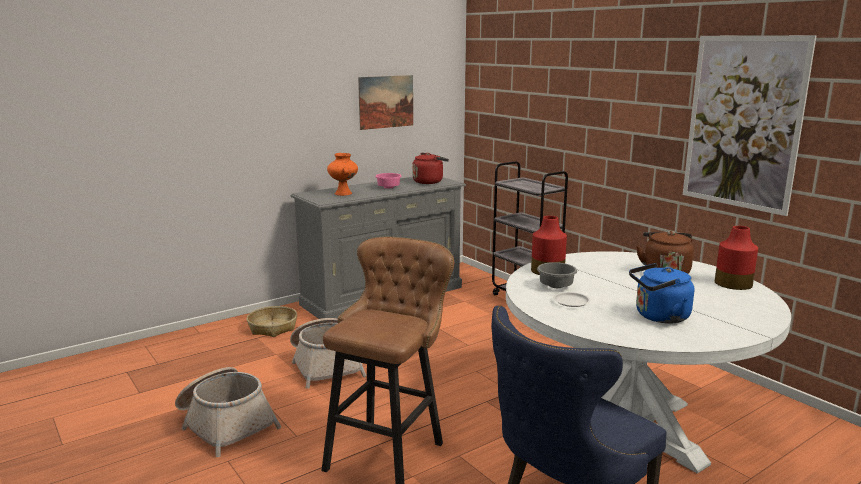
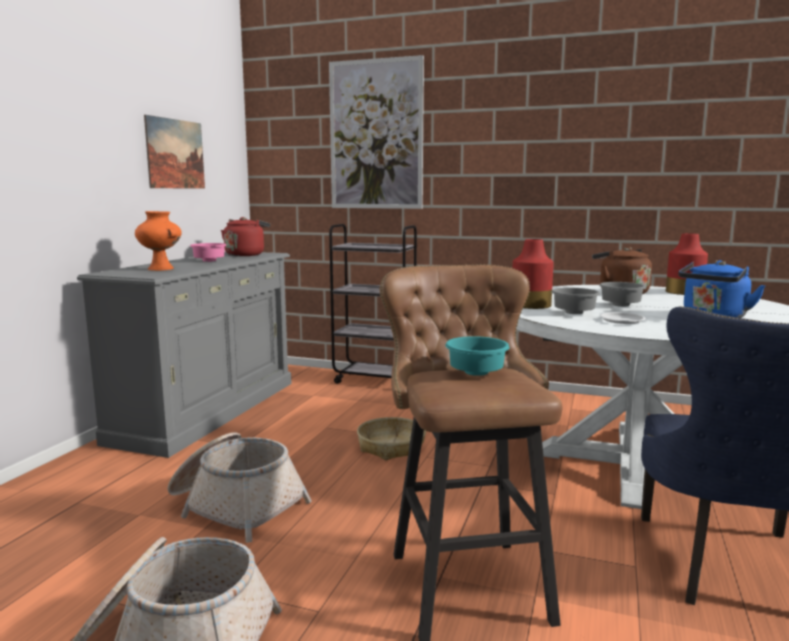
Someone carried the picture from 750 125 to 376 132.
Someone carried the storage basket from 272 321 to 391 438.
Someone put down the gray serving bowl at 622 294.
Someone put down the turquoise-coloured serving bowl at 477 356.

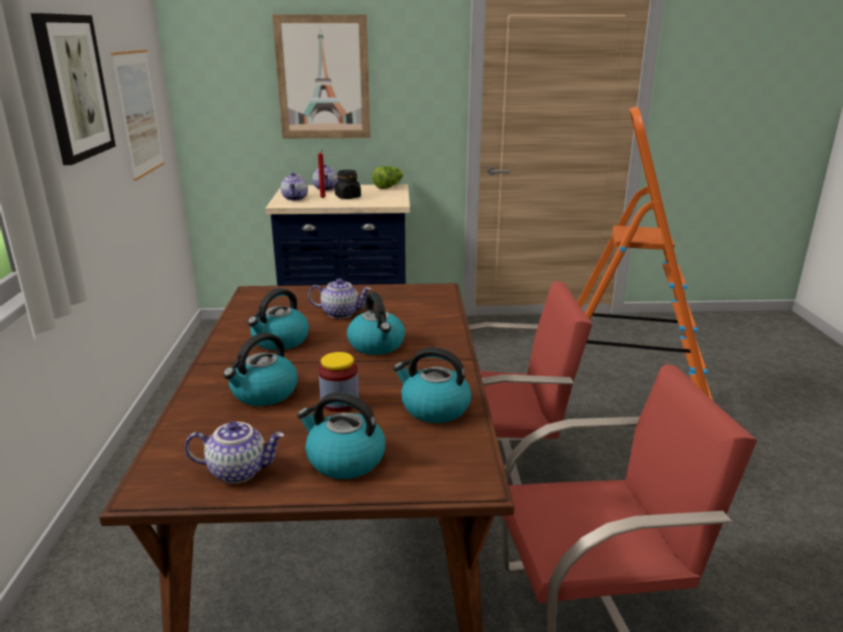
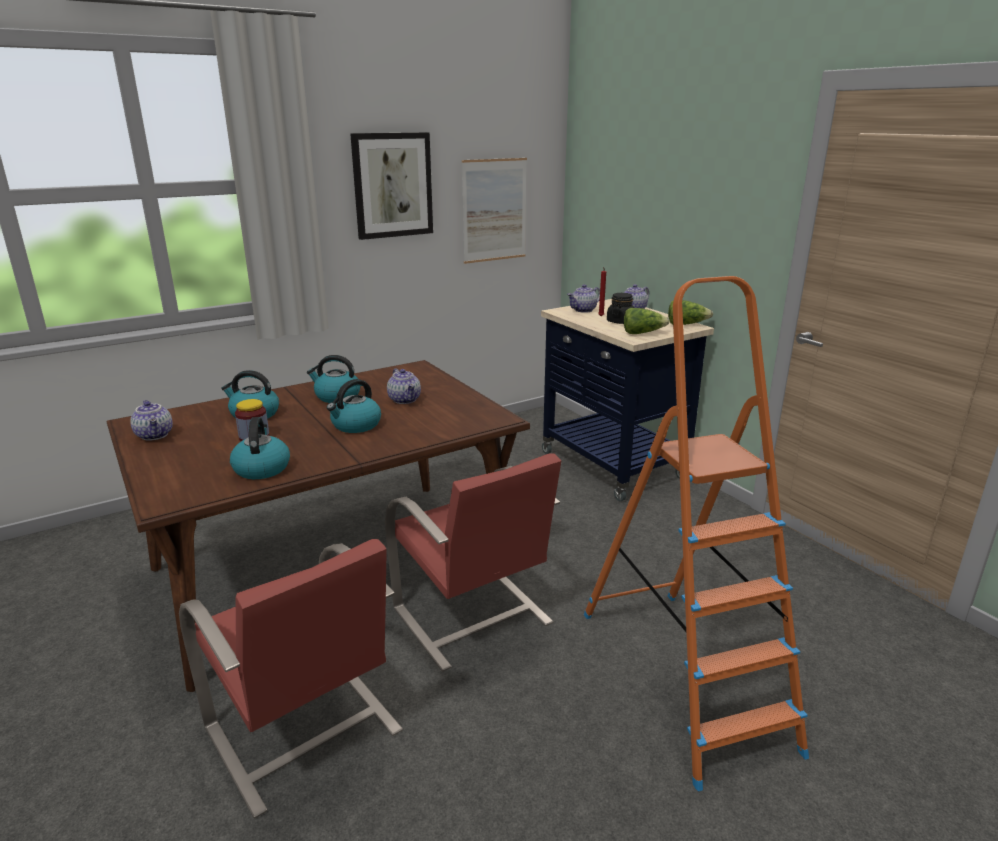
Someone took away the picture at 321 76.
Someone took away the tea kettle at 341 435.
Someone put down the head of lettuce at 647 321.

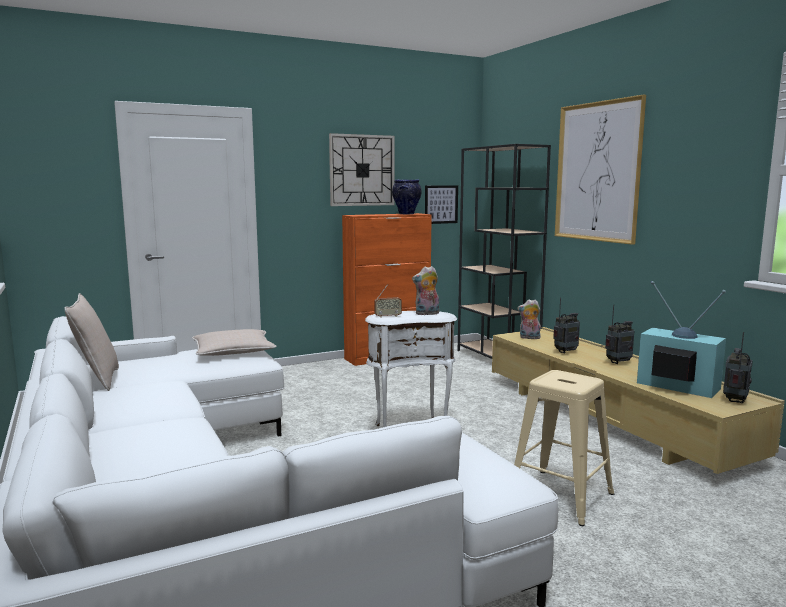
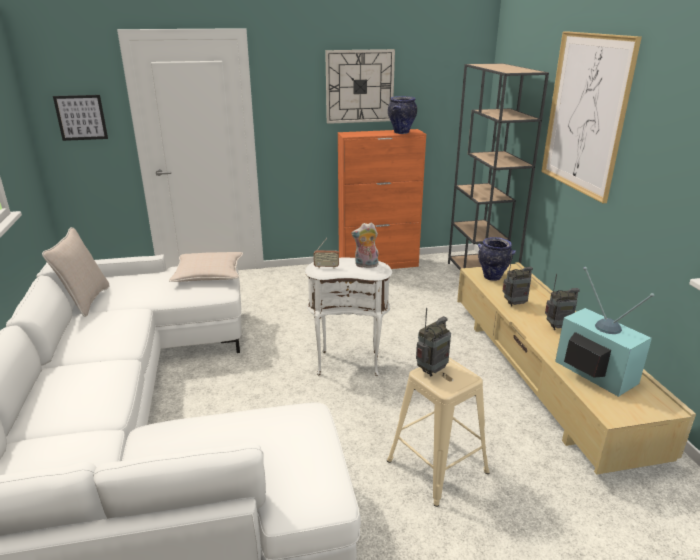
Someone carried the picture from 441 205 to 80 118.
Someone swapped the plush toy at 529 319 for the flower vase at 497 259.
Someone carried the radio receiver from 738 367 to 433 342.

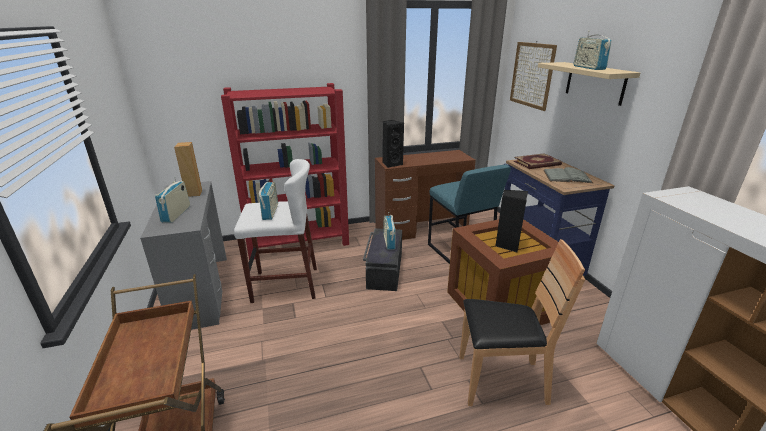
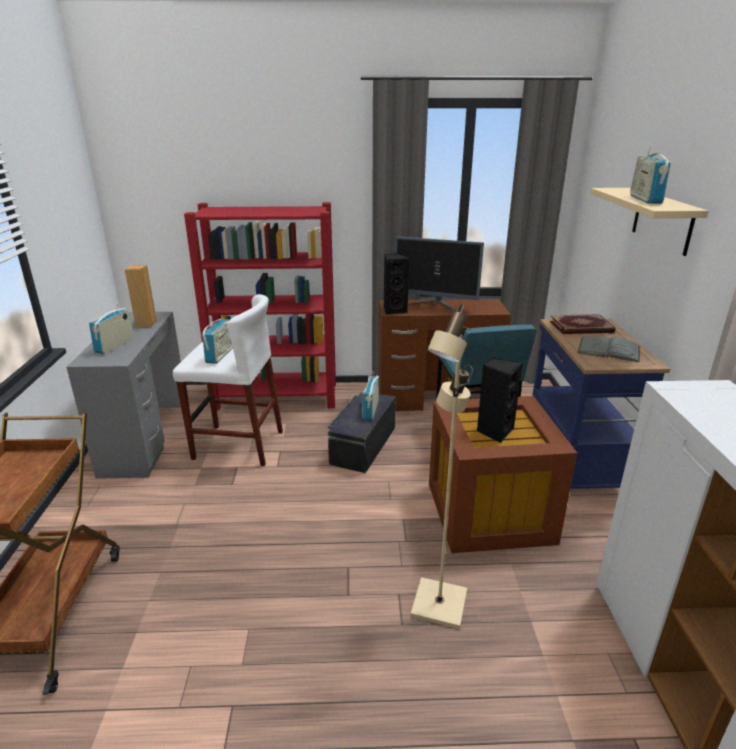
Someone took away the picture at 533 76.
Someone swapped the brown-coloured chair at 522 322 for the sand-coloured standard lamp at 441 466.
Someone put down the monitor at 439 274.

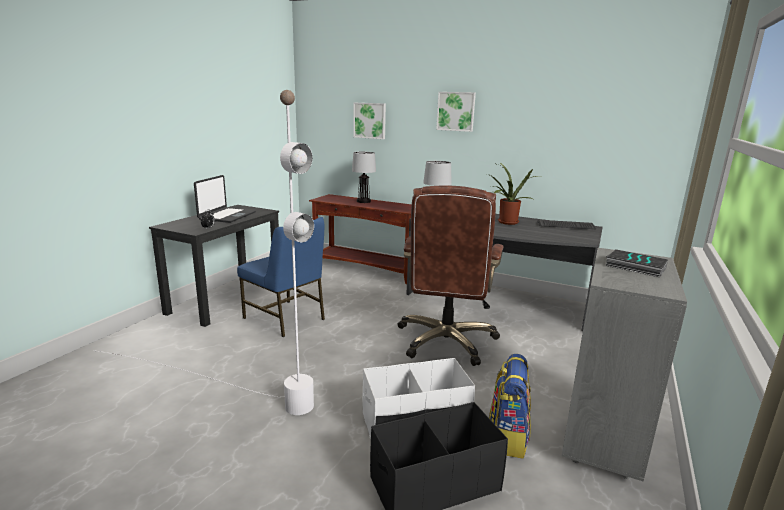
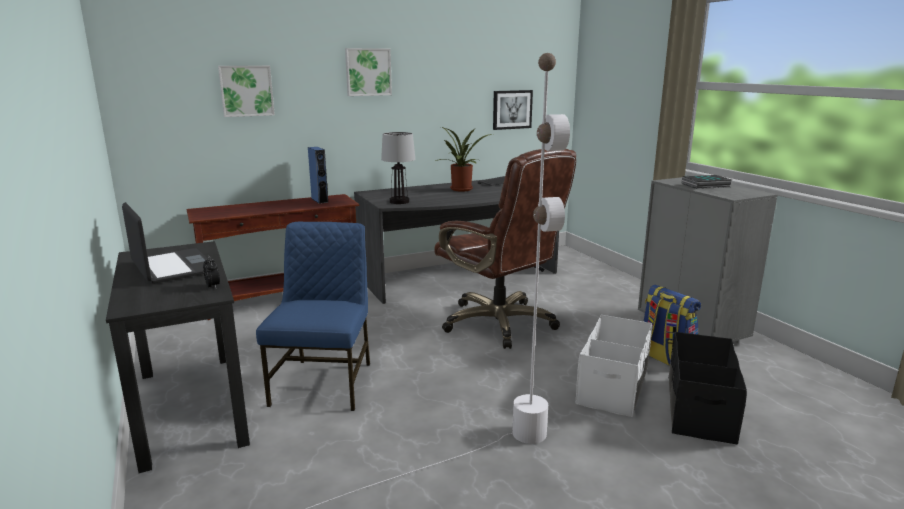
Someone took away the tabletop lamp at 364 177.
Someone rotated the bluish chair at 281 277 by 75 degrees counterclockwise.
Someone put up the picture at 513 110.
Someone put down the bluish speaker at 318 175.

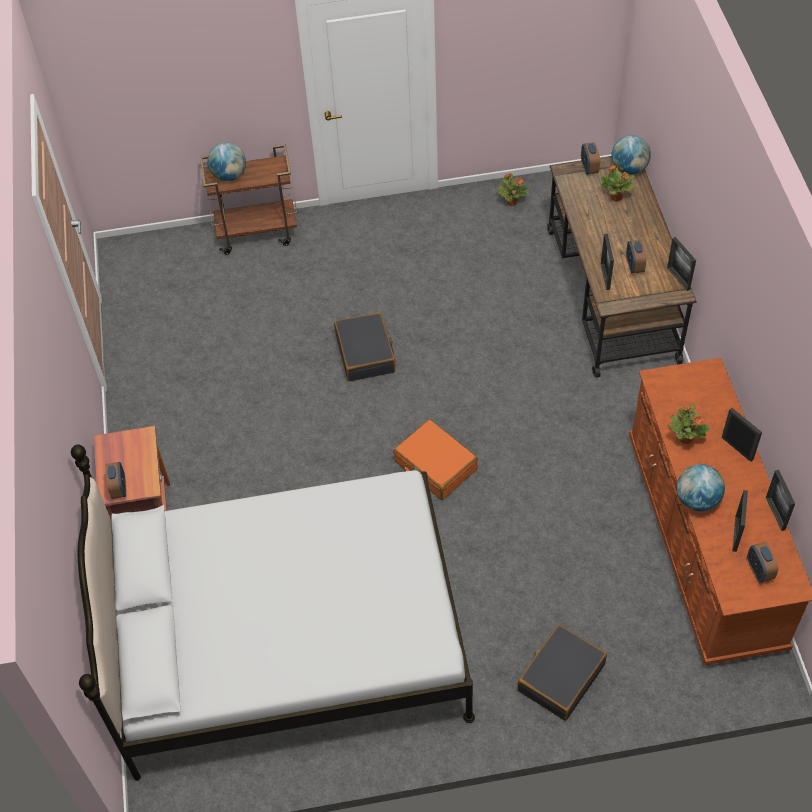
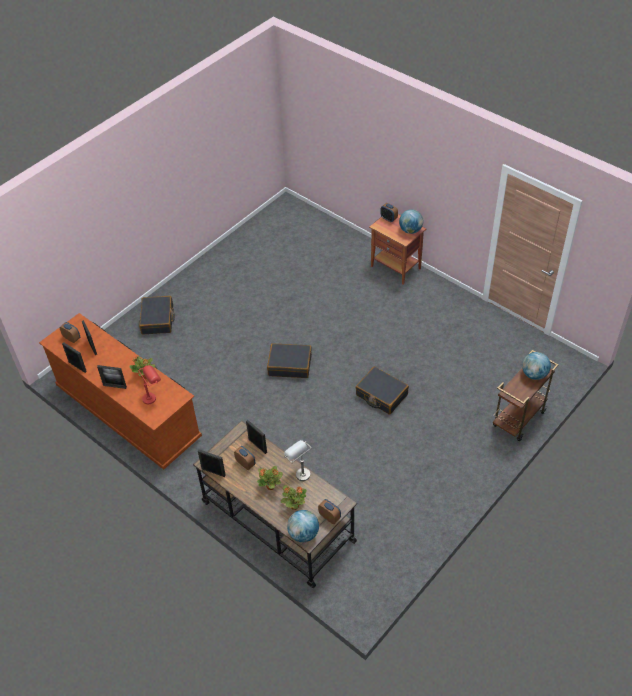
Someone carried the plant in a pot from 512 189 to 270 478.
Someone repainted the orange-coloured suitcase at 435 459, which became the black suitcase at 289 361.
Someone took away the white bedroom bed at 273 613.
Someone carried the globe from 701 487 to 411 221.
Someone put down the reddish tabletop lamp at 149 384.
Someone put down the gray tabletop lamp at 297 460.

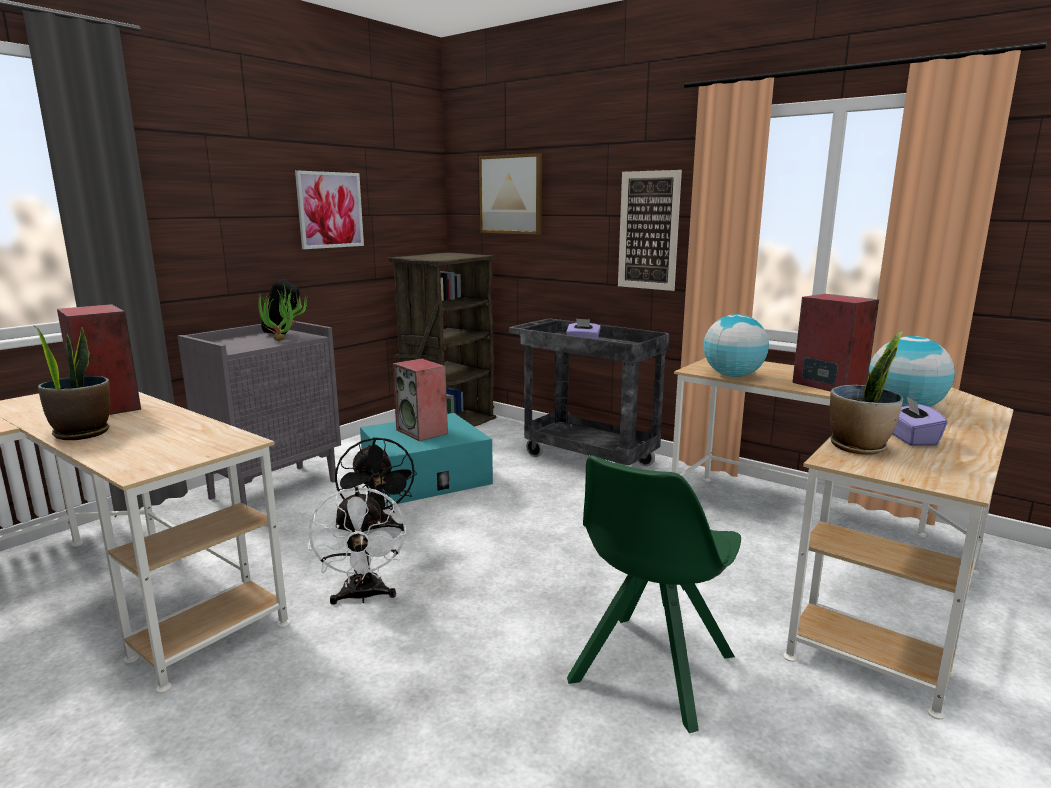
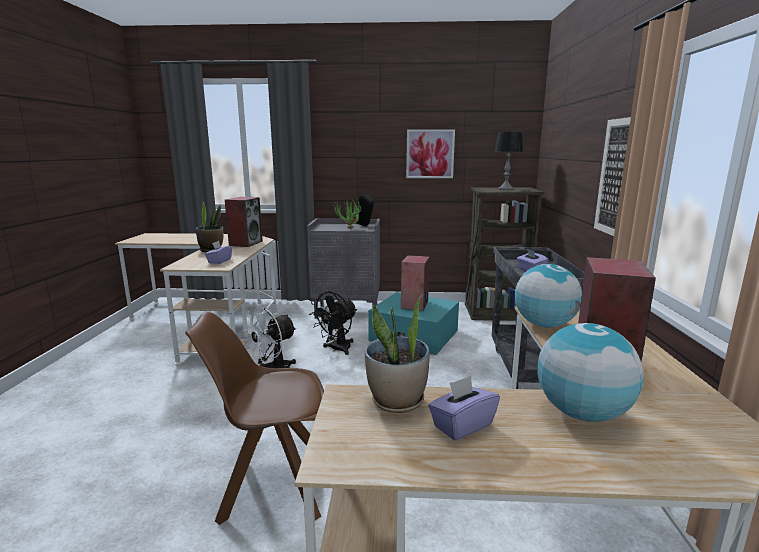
Someone took away the picture at 510 194.
Someone repainted the green-coloured chair at 654 594, which became the brown-coloured chair at 254 418.
Someone put down the tabletop lamp at 508 161.
Someone put down the purplish tissue box at 218 252.

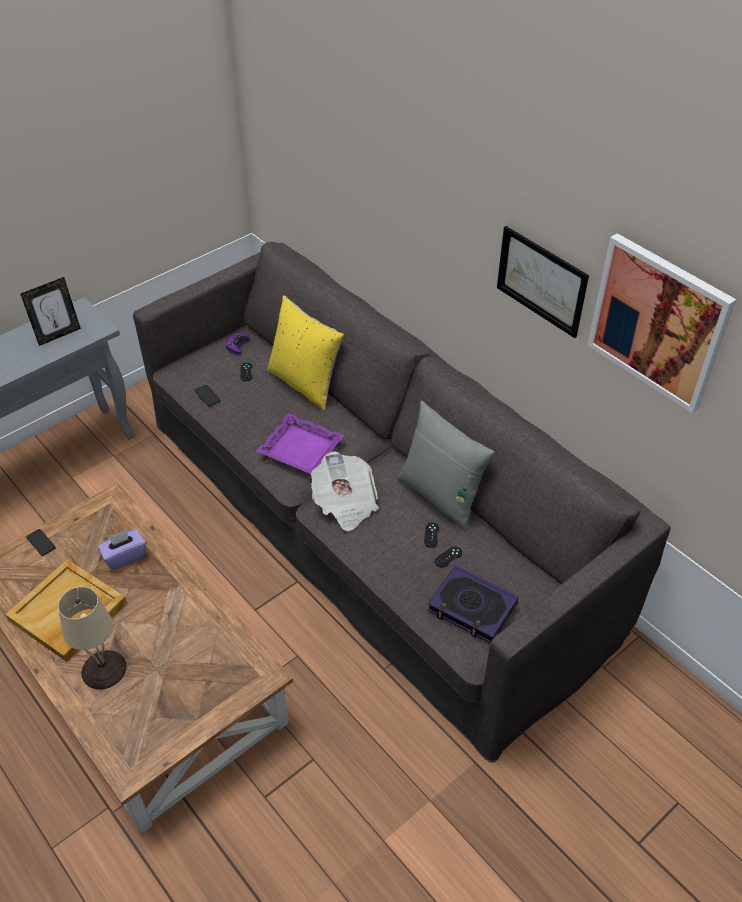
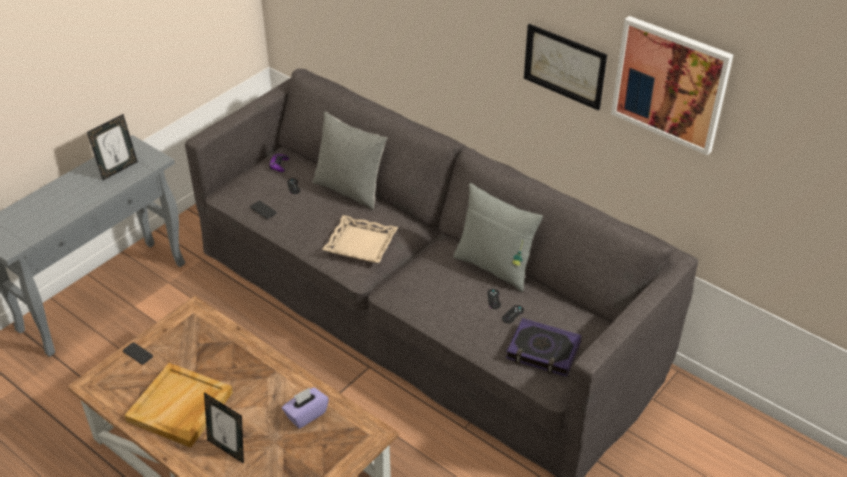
Someone repainted the yellowish pillow at 305 352, which became the gray pillow at 349 161.
Someone repainted the purplish serving tray at 300 443, which became the sand-coloured serving tray at 360 239.
Someone took away the printed paper at 345 491.
Someone carried the purplish tissue box from 122 550 to 305 408.
Someone swapped the sand-coloured tabletop lamp at 92 638 for the standing frame at 224 428.

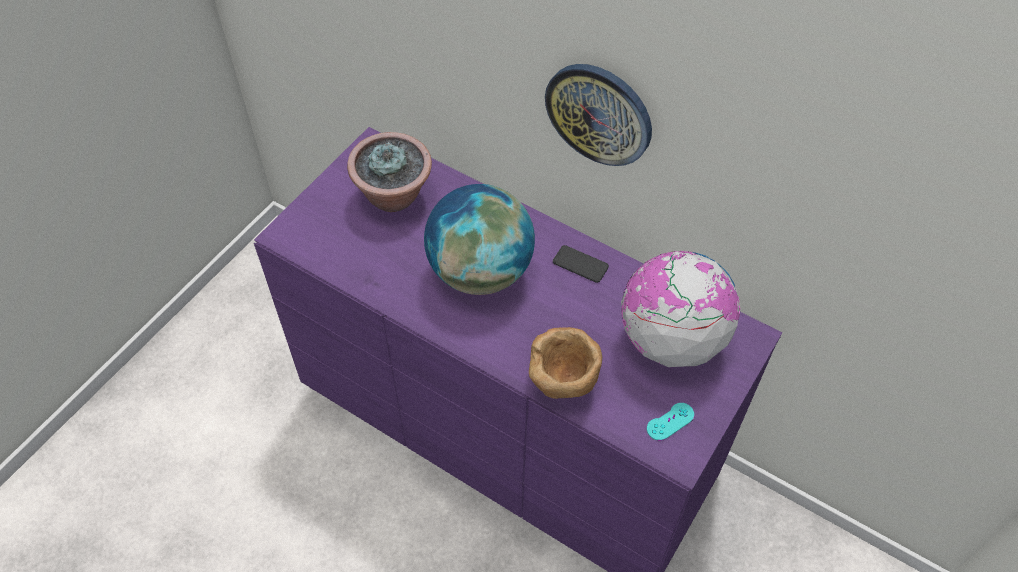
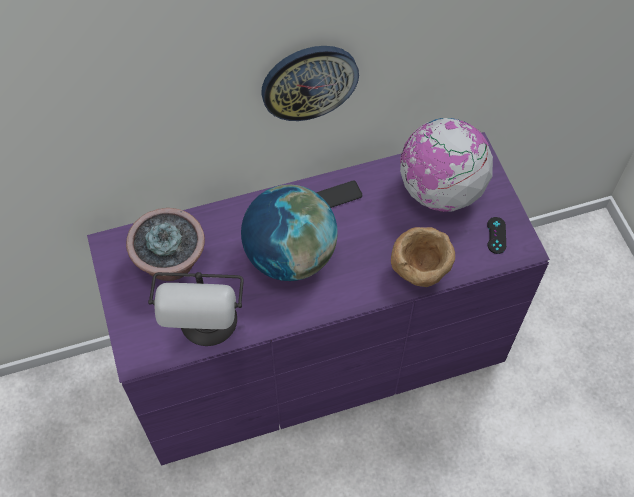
Someone repainted the turquoise-coloured gamepad at 670 422, which became the black gamepad at 496 235.
Someone put down the tabletop lamp at 196 309.

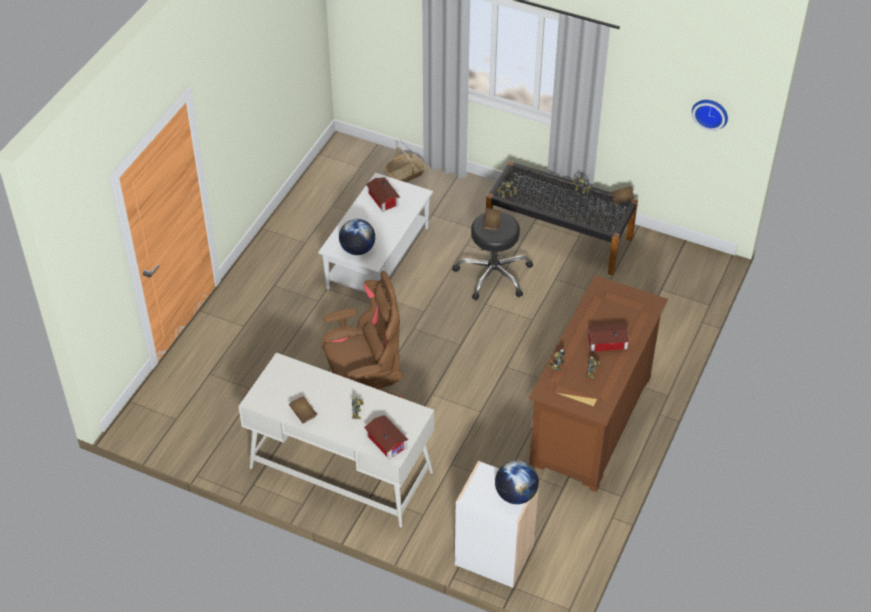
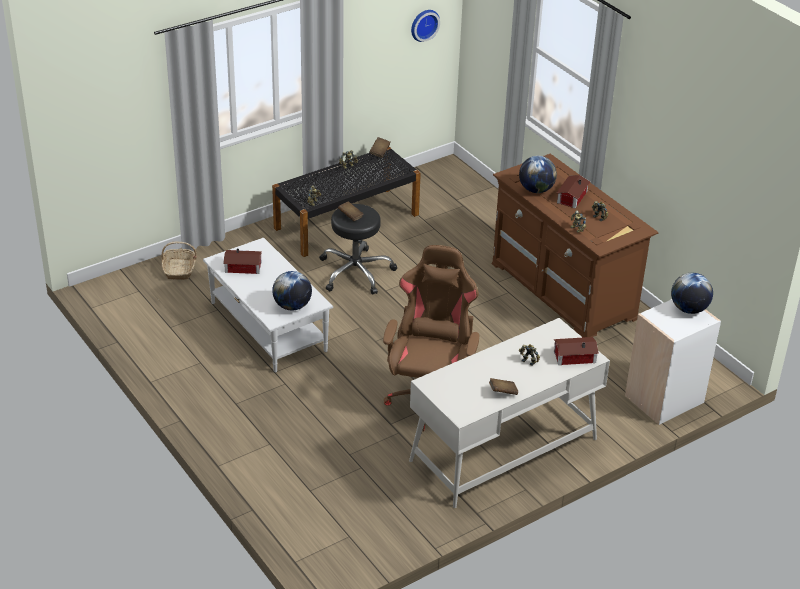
Someone put down the globe at 538 174.

